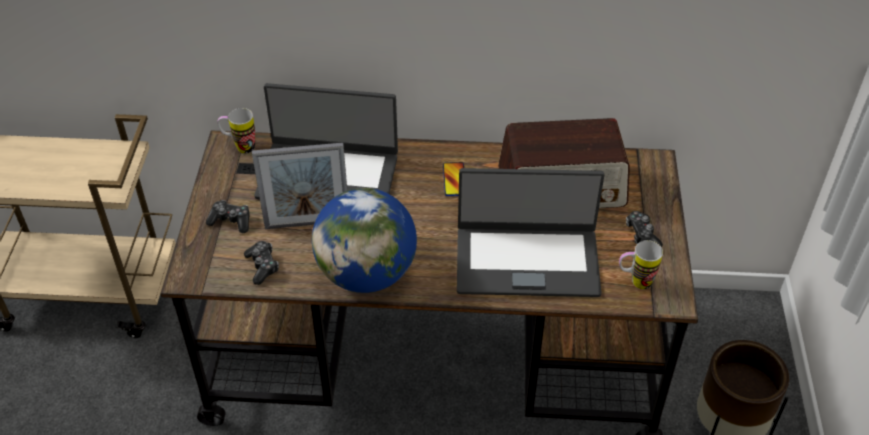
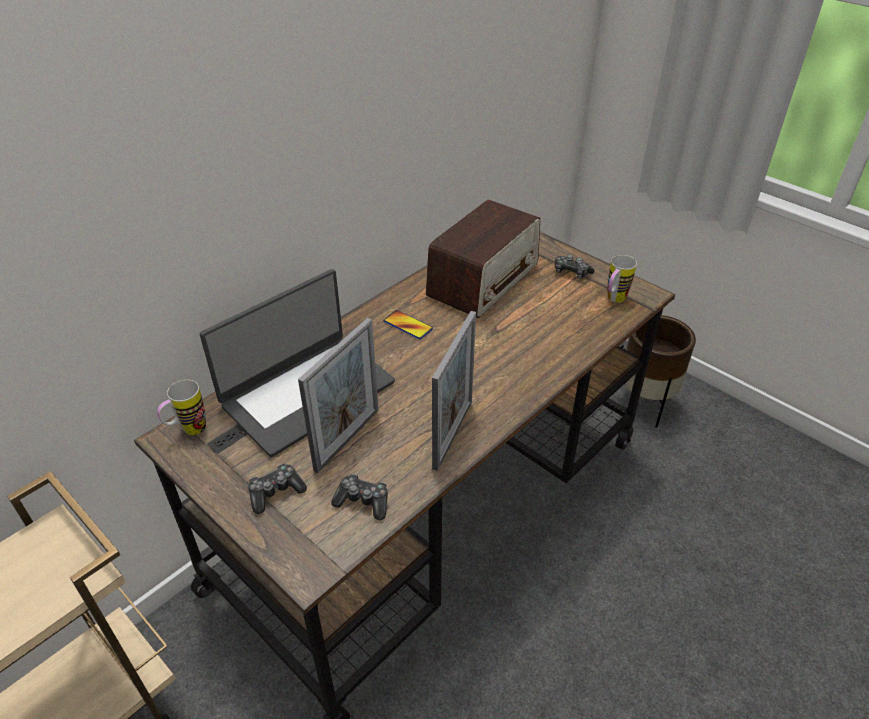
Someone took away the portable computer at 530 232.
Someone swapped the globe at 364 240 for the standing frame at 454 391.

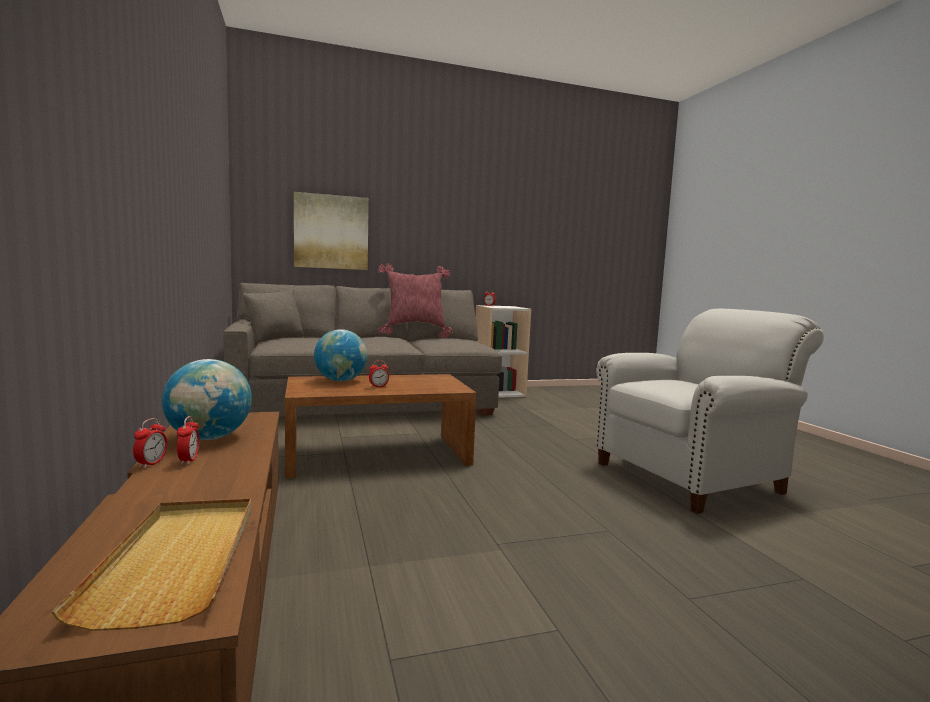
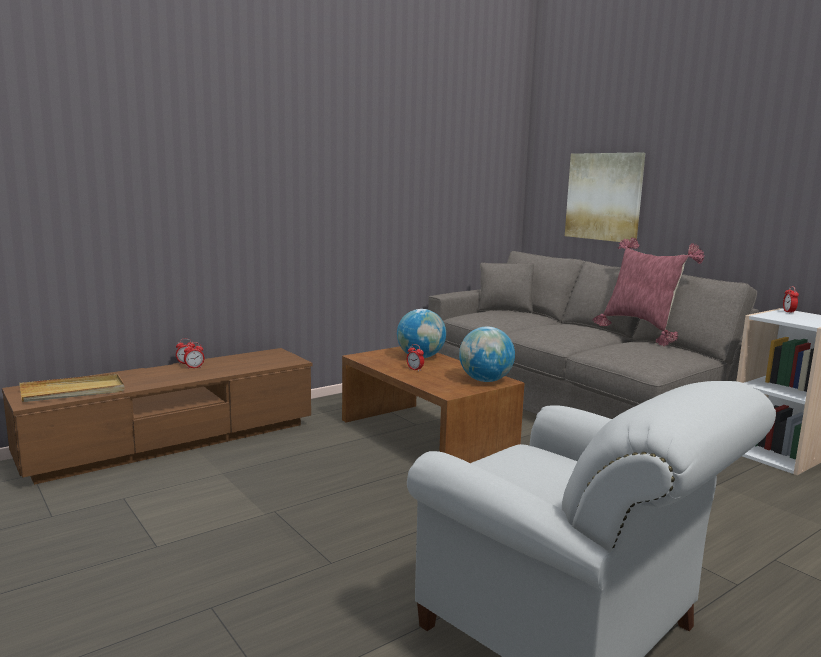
Someone carried the globe from 207 399 to 487 354.

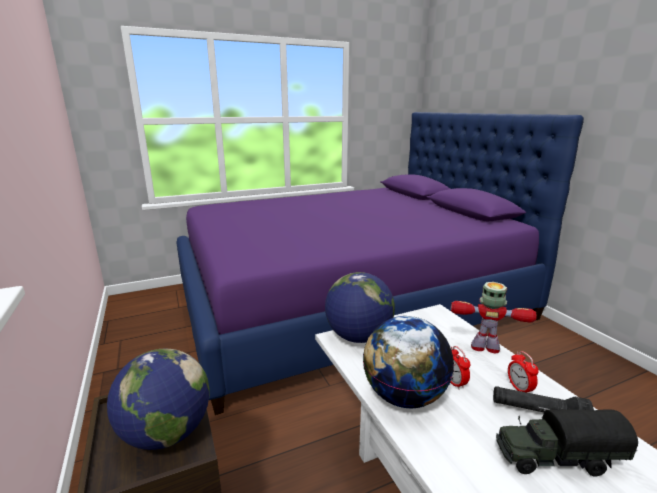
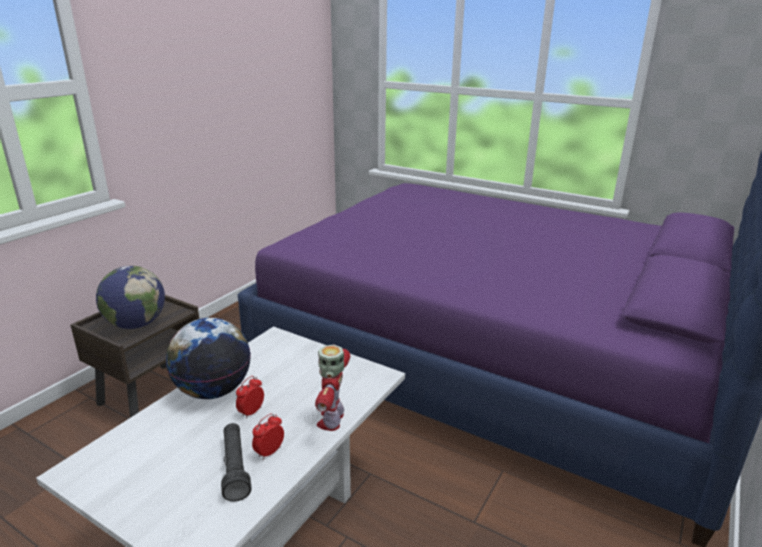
Someone took away the globe at 360 307.
Someone rotated the robot figure at 494 317 by 150 degrees counterclockwise.
Someone took away the toy truck at 567 442.

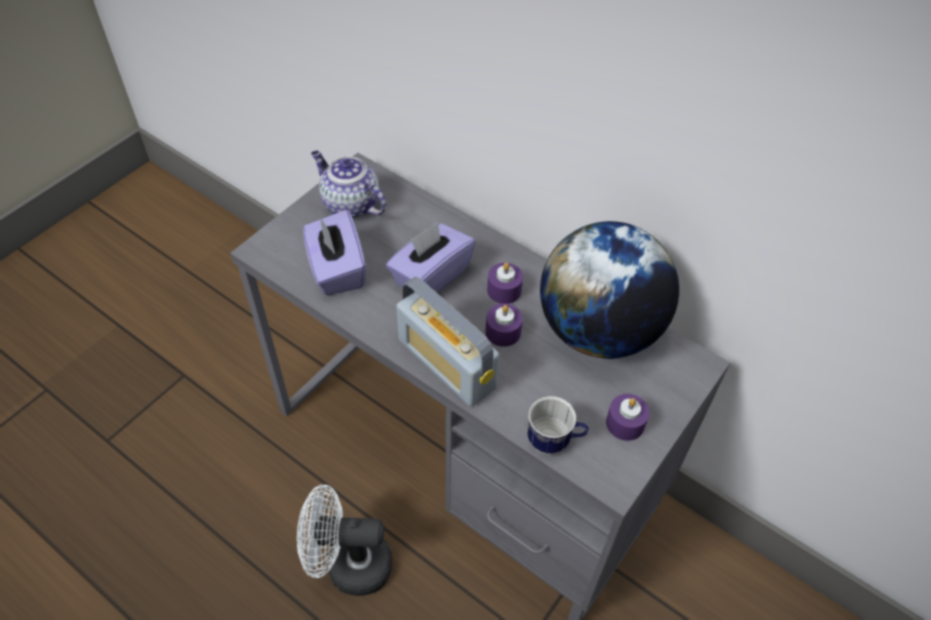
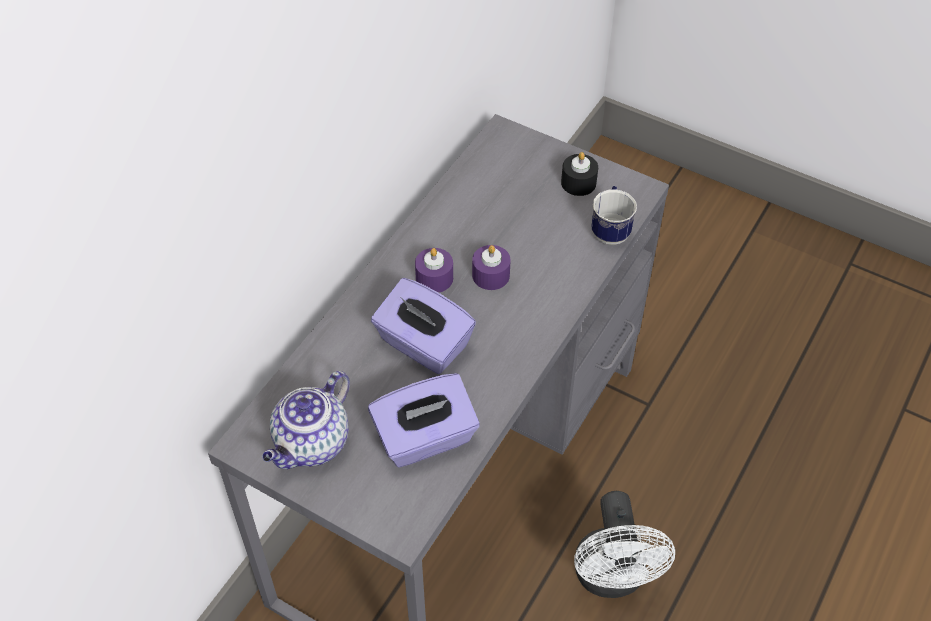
Someone took away the globe at 609 290.
Someone took away the radio receiver at 447 342.
Someone repainted the purplish wax candle at 627 417, which became the black wax candle at 579 174.

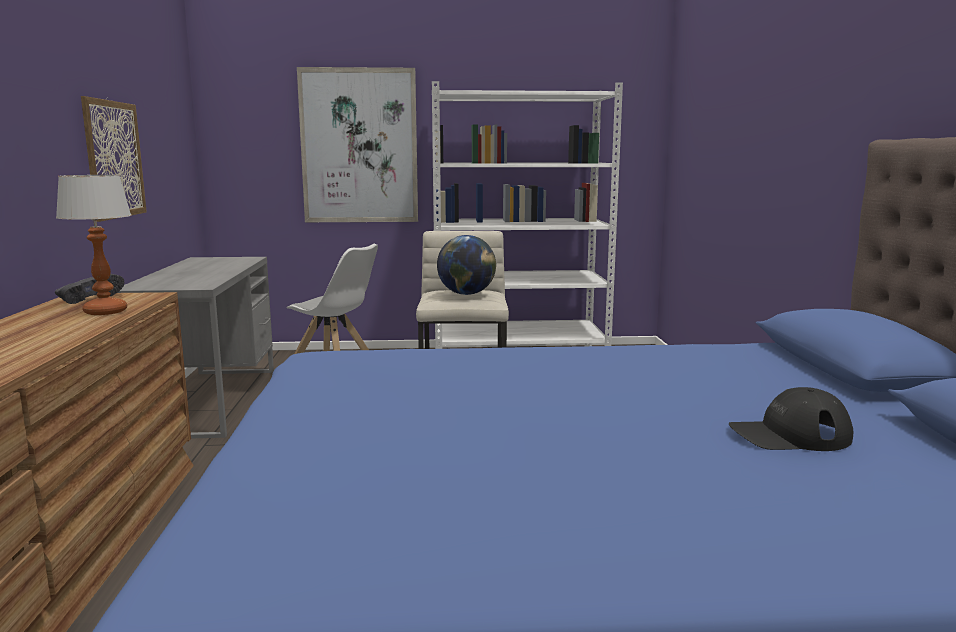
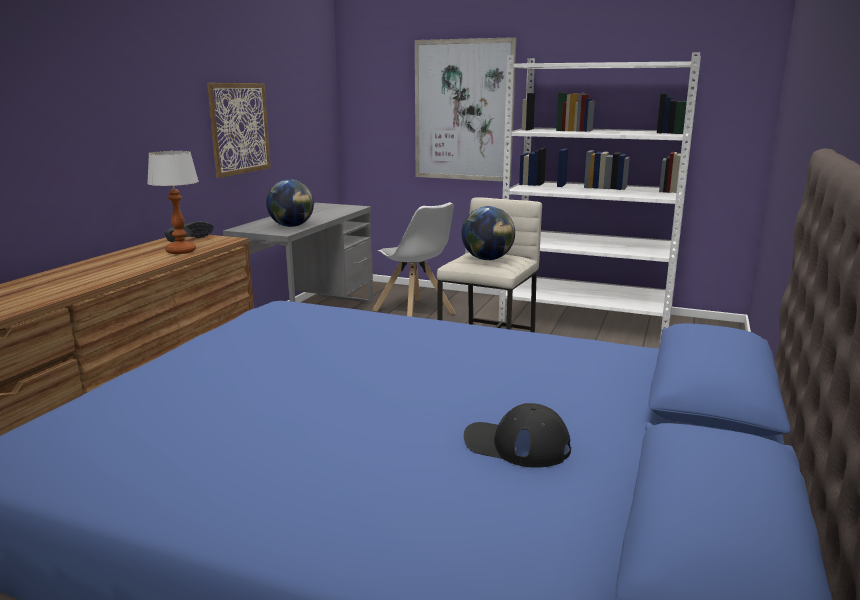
Someone put down the globe at 290 203.

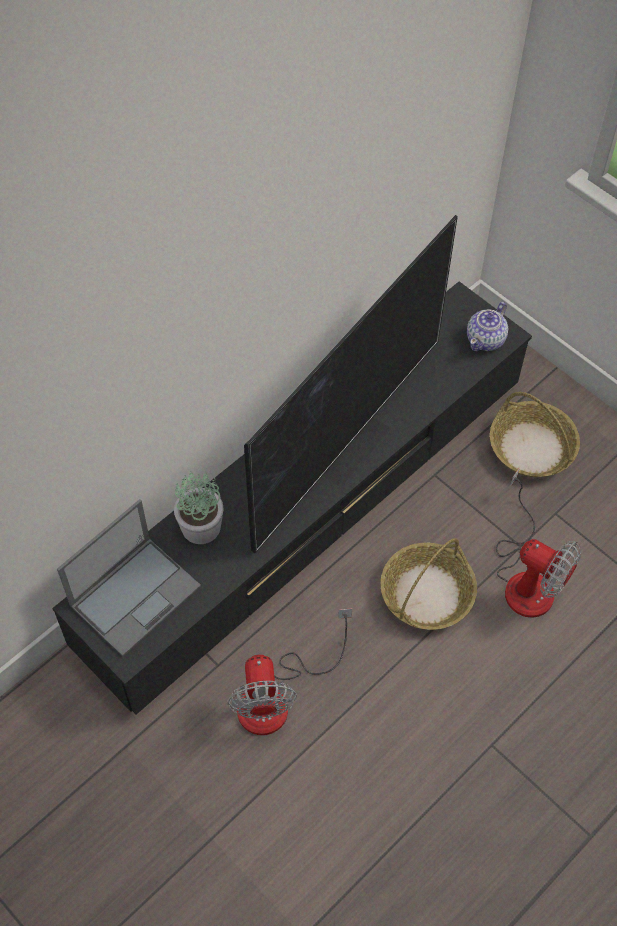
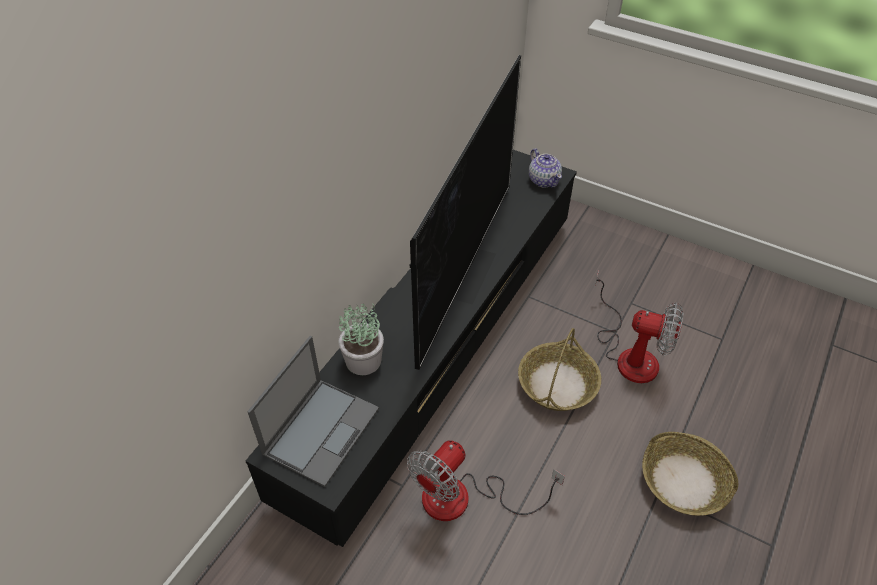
Someone rotated the pot for tea at 487 326 by 45 degrees counterclockwise.
Someone carried the storage basket from 535 434 to 690 474.
Someone rotated the cooling fan at 290 671 by 60 degrees clockwise.

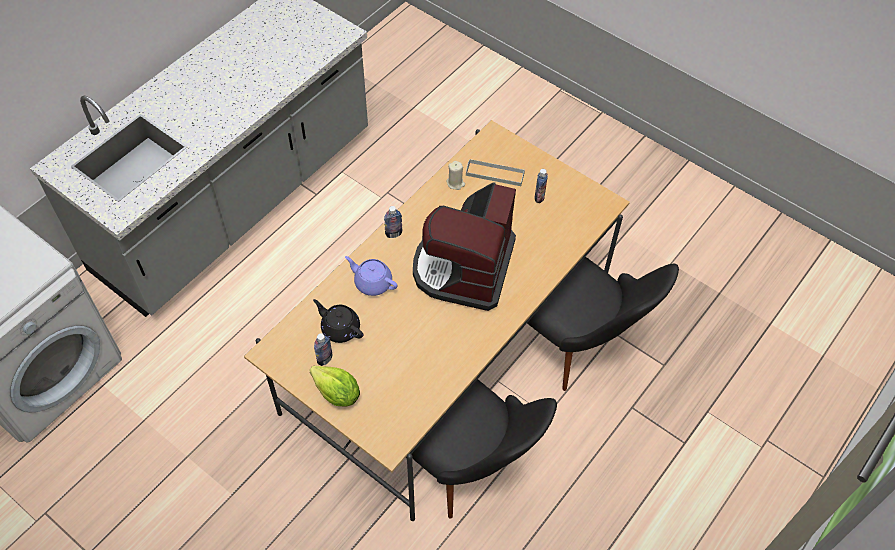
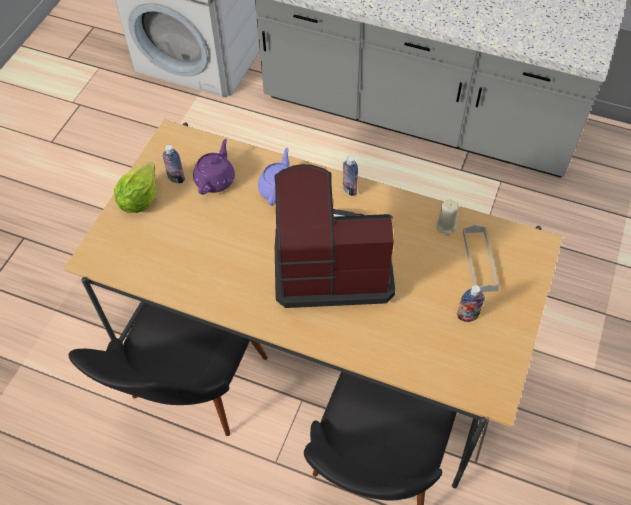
Someone repainted the black pot for tea at 338 321, which became the purplish pot for tea at 214 167.

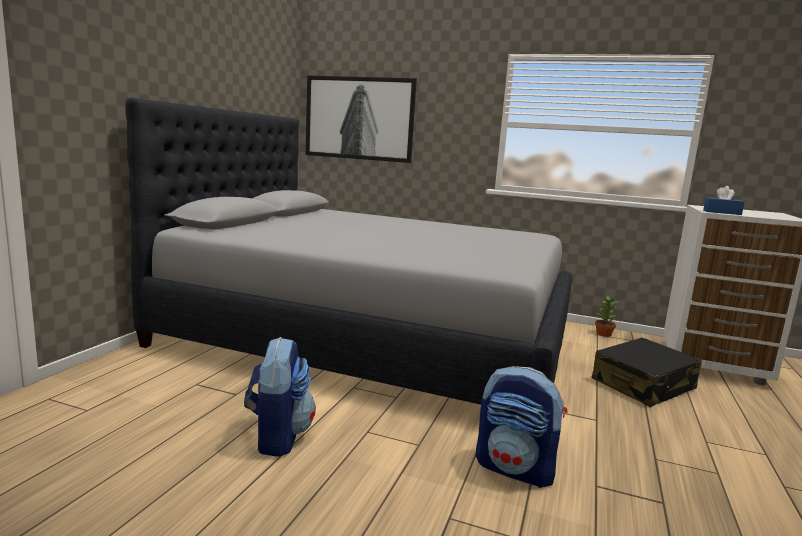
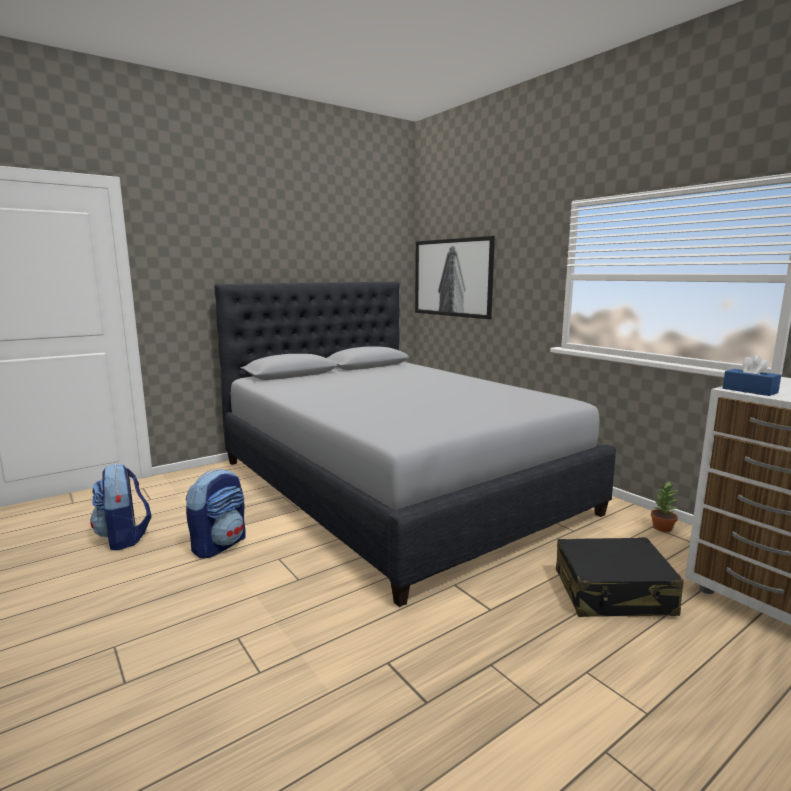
Someone carried the knapsack from 521 427 to 121 507.

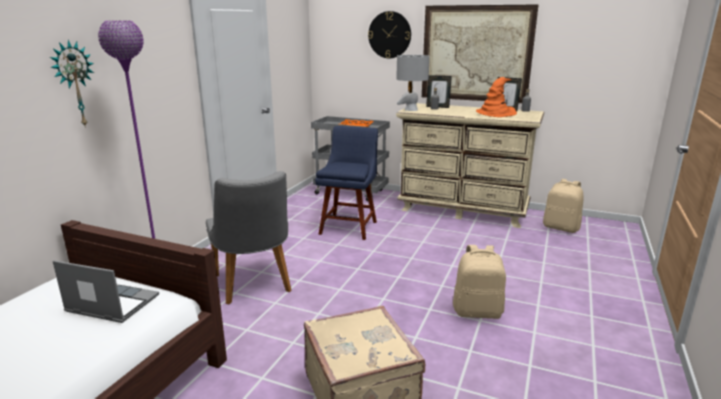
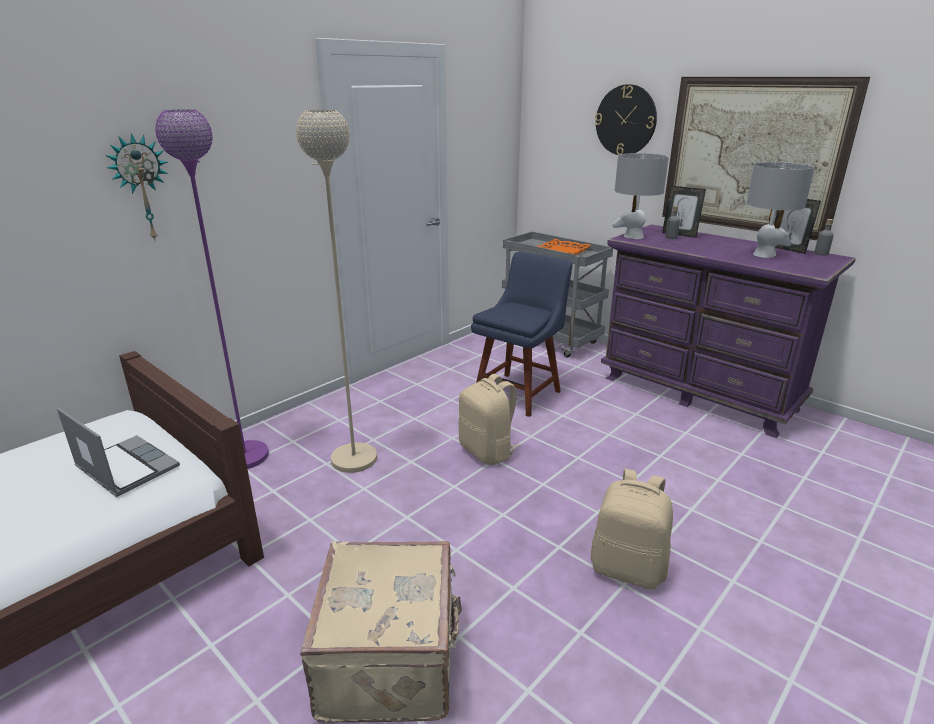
Someone swapped the orange-coloured wearable hat at 496 97 for the gray tabletop lamp at 781 210.
Someone repainted the sand-coloured drawer chest at 470 165, which became the purplish drawer chest at 728 331.
Someone swapped the gray chair at 248 237 for the sand-coloured standard lamp at 336 291.
Someone carried the sand-coloured knapsack from 563 206 to 489 419.

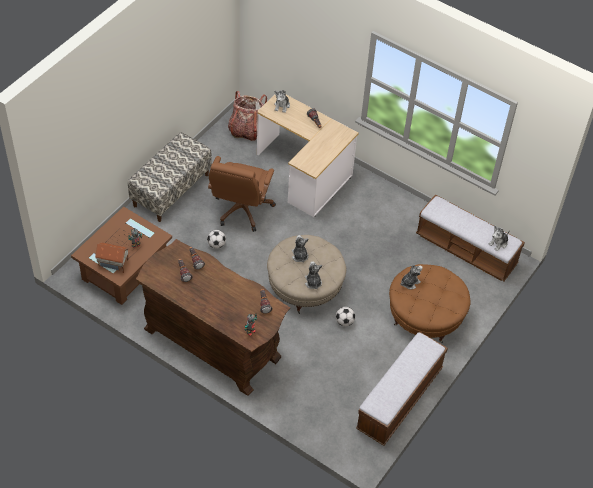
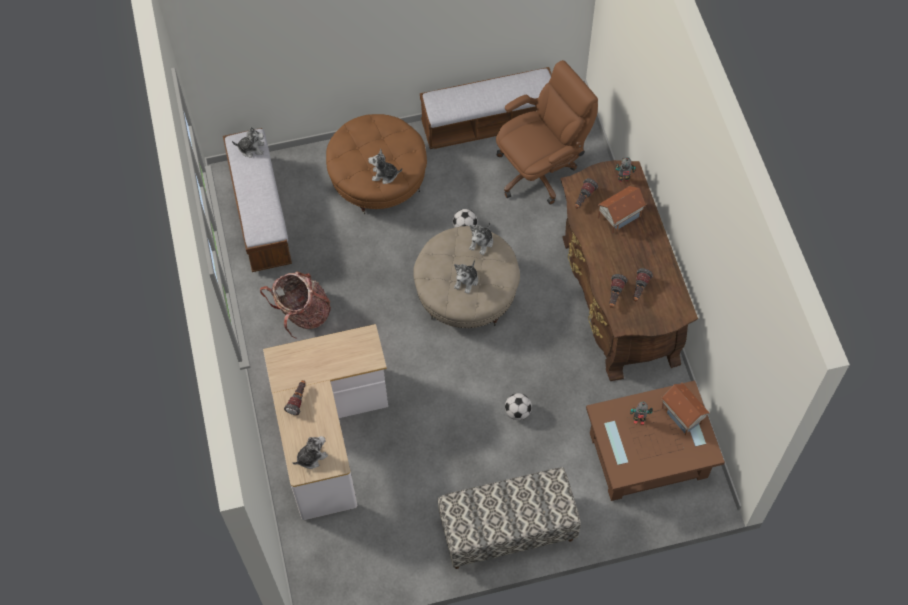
Someone carried the knapsack from 247 116 to 295 305.
Someone carried the brown-coloured computer chair from 242 194 to 547 132.
Someone put down the miniature house at 622 209.

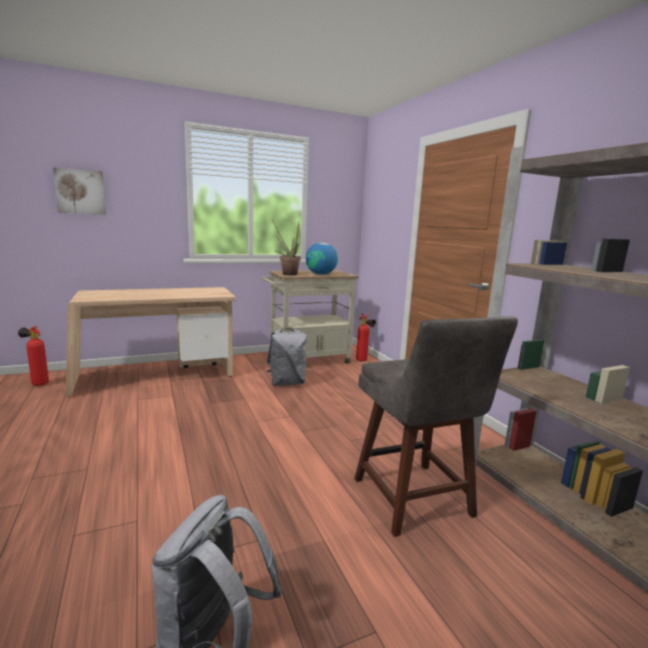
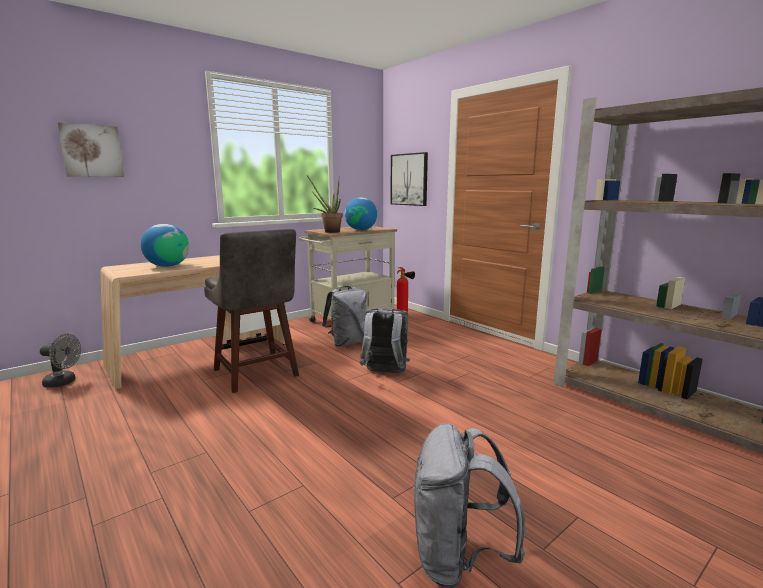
Someone carried the gray sitting stool from 436 426 to 251 311.
Someone swapped the fire-fighting cylinder at 33 356 for the gray cooling fan at 60 360.
Someone put up the picture at 409 179.
Someone put down the globe at 165 245.
Someone put down the gray knapsack at 385 340.

